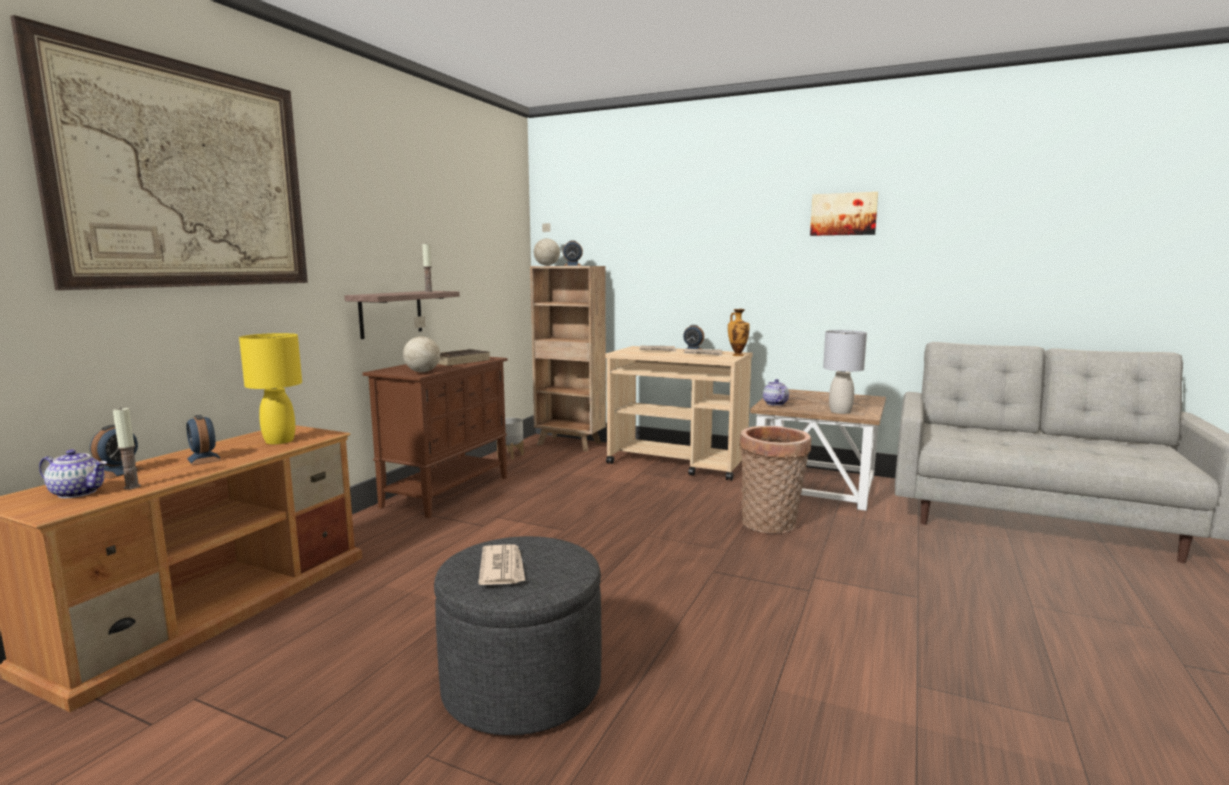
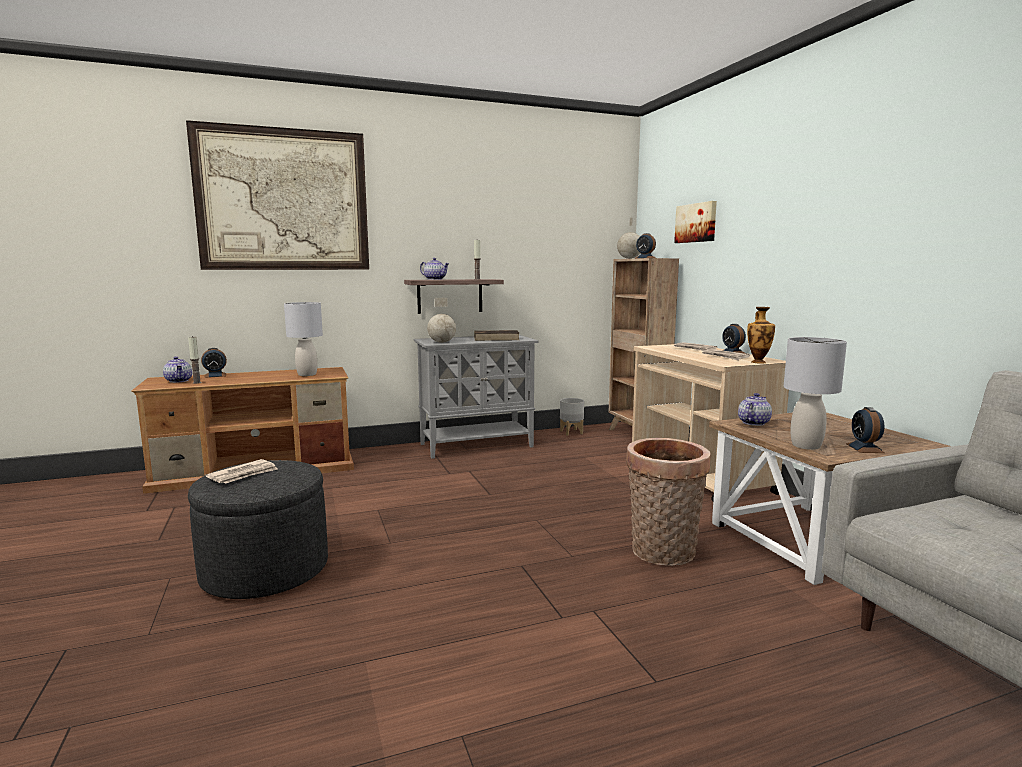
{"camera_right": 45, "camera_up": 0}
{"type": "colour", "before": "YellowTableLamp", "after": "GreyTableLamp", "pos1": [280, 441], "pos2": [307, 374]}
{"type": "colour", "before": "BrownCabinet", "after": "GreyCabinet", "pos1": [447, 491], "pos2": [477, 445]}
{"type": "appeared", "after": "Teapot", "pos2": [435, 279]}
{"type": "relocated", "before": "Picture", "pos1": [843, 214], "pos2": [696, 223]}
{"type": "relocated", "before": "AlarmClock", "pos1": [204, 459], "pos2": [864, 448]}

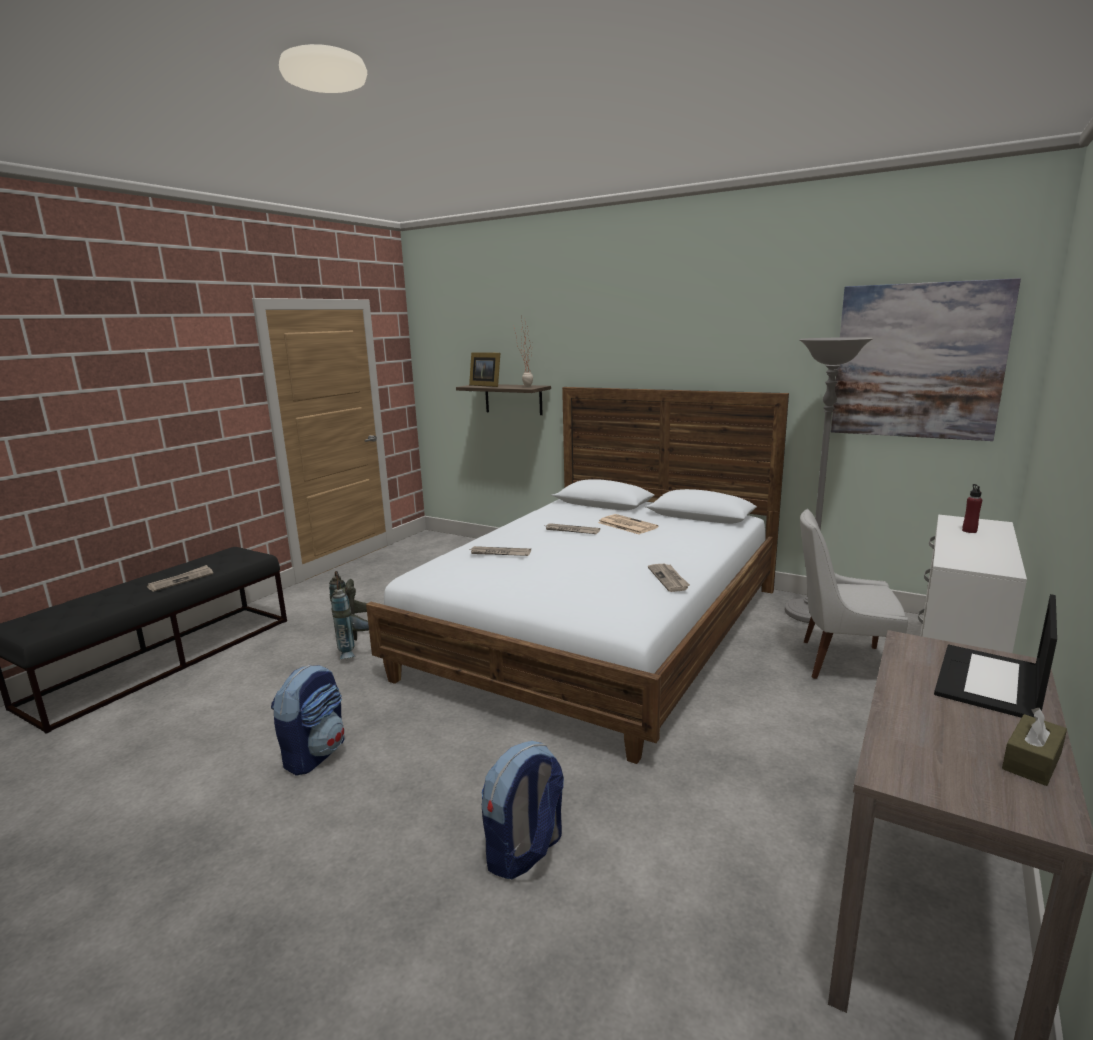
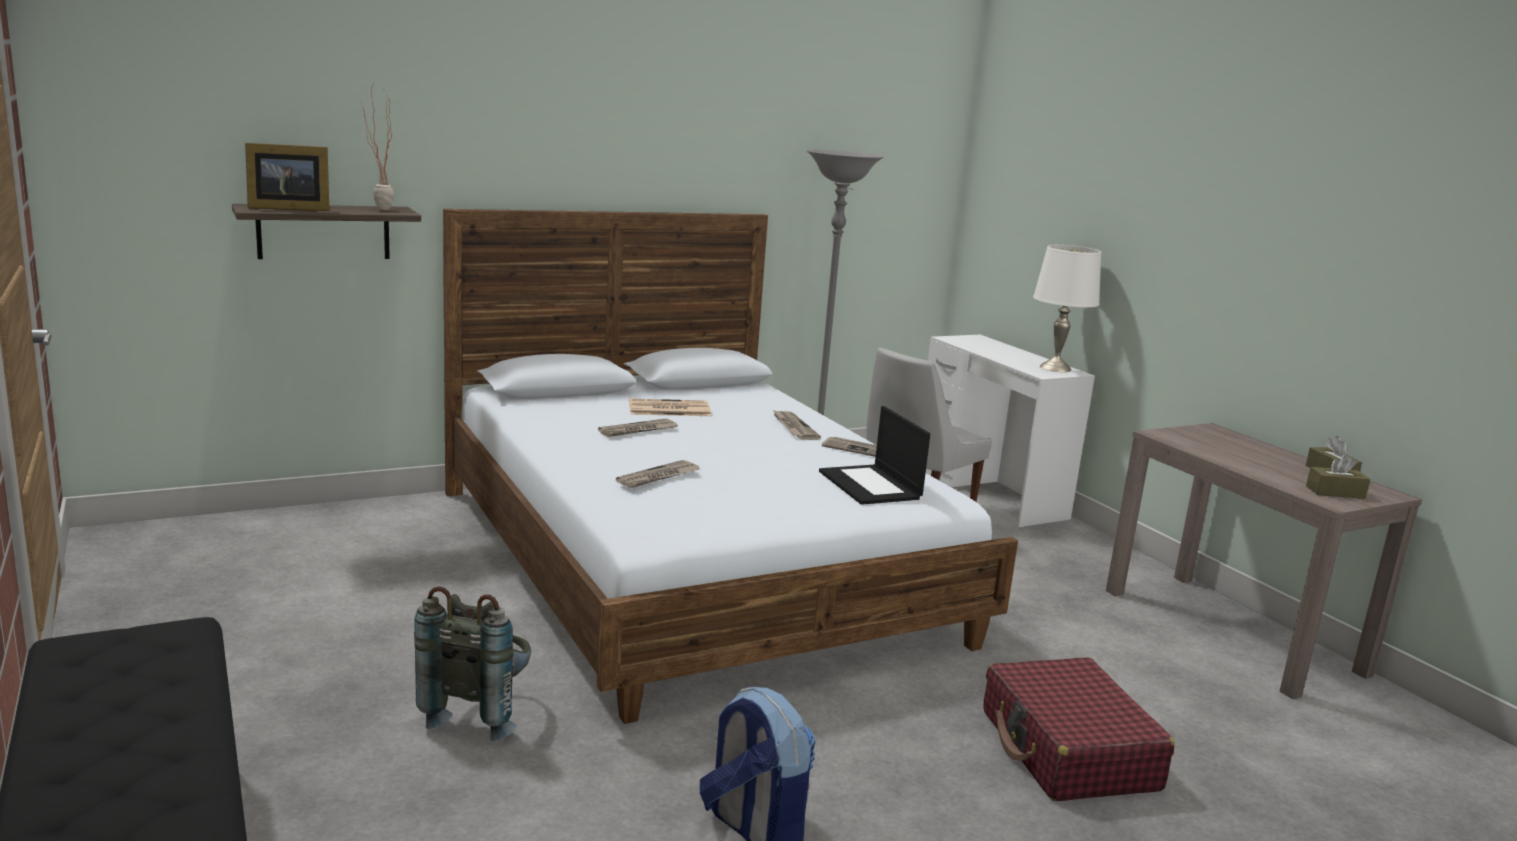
{"camera_right": -60, "camera_up": 0}
{"type": "relocated", "before": "Newspaper", "pos1": [181, 580], "pos2": [793, 427]}
{"type": "relocated", "before": "Laptop", "pos1": [990, 682], "pos2": [871, 485]}
{"type": "exchanged", "before": "Backpack", "after": "RedSuitcase", "pos1": [525, 852], "pos2": [1068, 750]}
{"type": "appeared", "after": "WhiteTableLamp", "pos2": [1054, 368]}
{"type": "appeared", "after": "BrownTissueBox", "pos2": [1335, 492]}
{"type": "missing", "before": "Picture", "pos1": [917, 361]}
{"type": "missing", "before": "RedBottle", "pos1": [969, 531]}

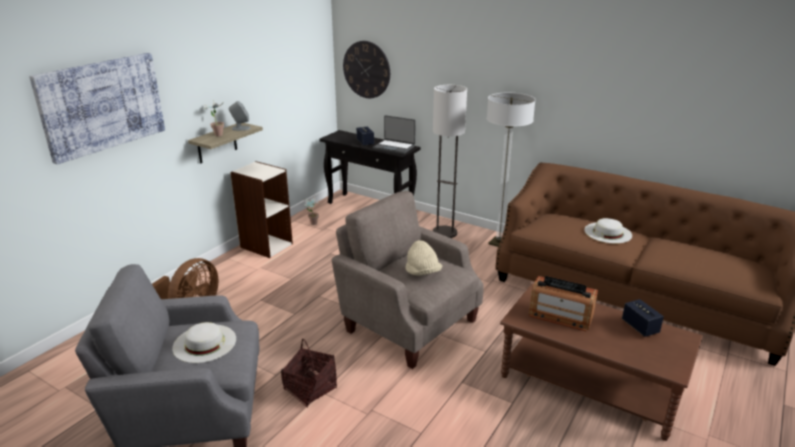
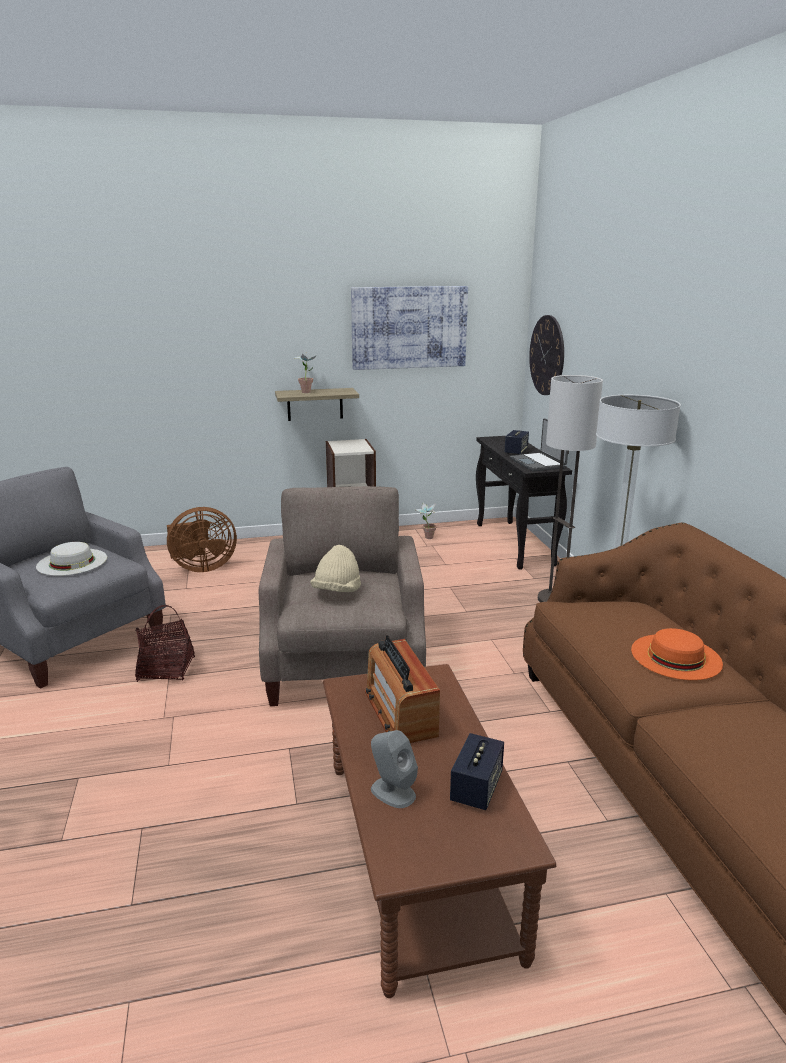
{"camera_right": 45, "camera_up": -5}
{"type": "relocated", "before": "Picture", "pos1": [101, 105], "pos2": [409, 327]}
{"type": "relocated", "before": "GreySpeaker", "pos1": [240, 128], "pos2": [392, 792]}
{"type": "colour", "before": "WhiteHat", "after": "OrangeHat", "pos1": [608, 232], "pos2": [676, 656]}

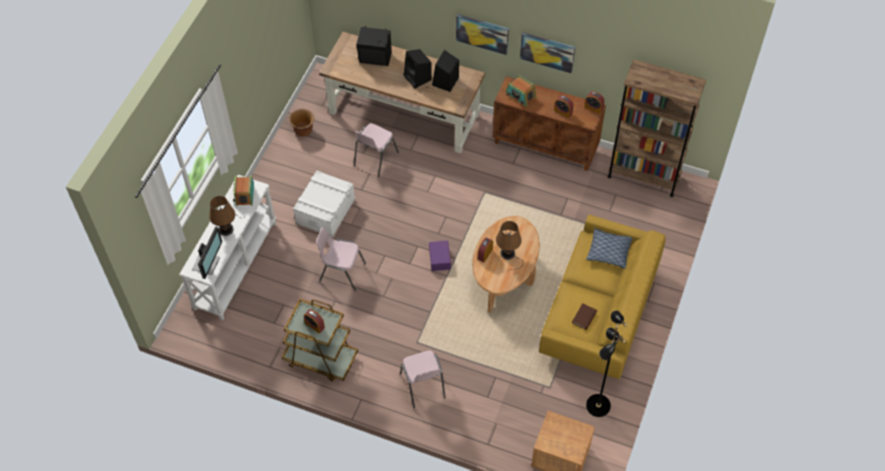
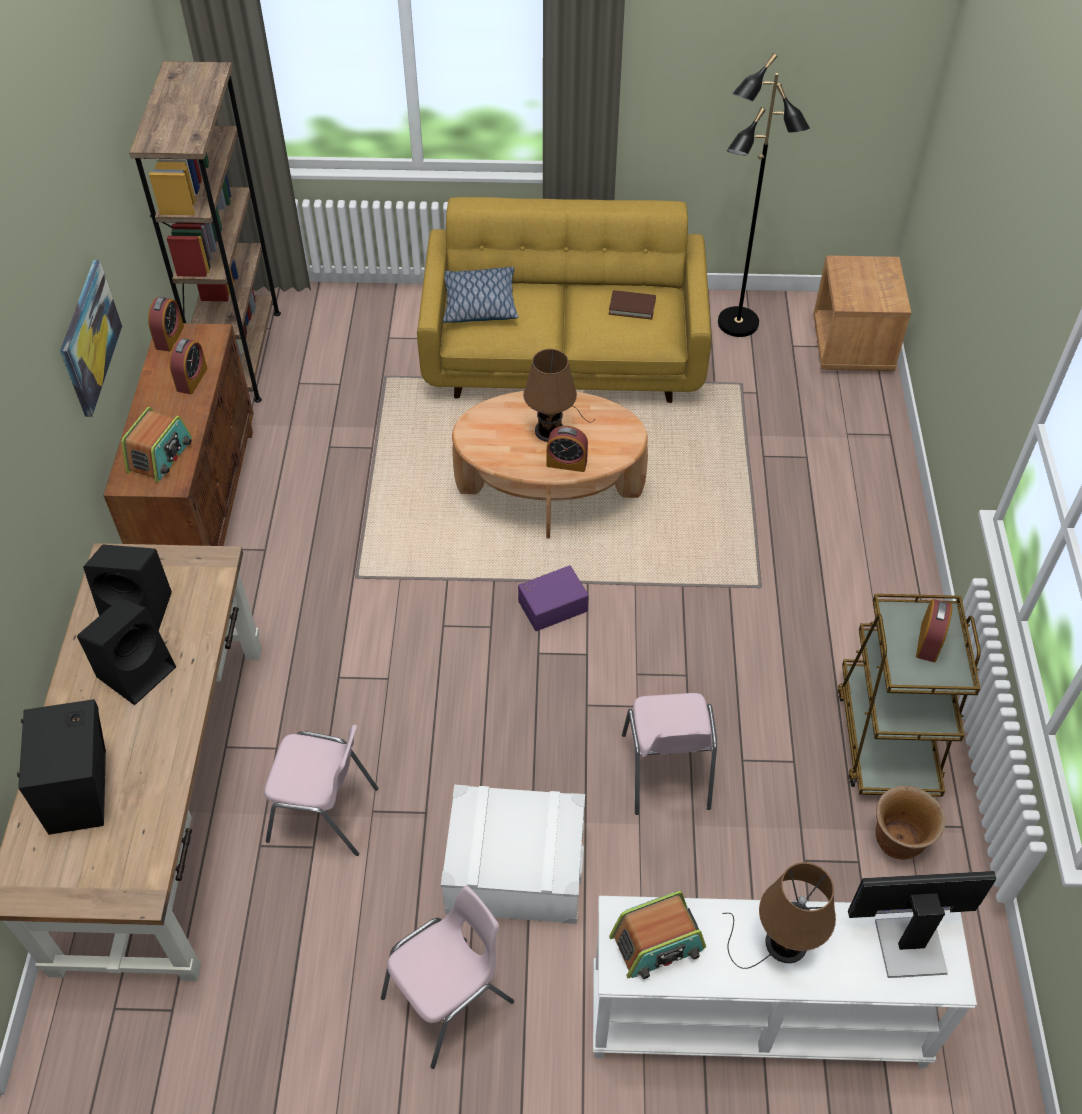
{"camera_right": -110, "camera_up": -5}
{"type": "relocated", "before": "PinkChair", "pos1": [423, 386], "pos2": [450, 1000]}
{"type": "relocated", "before": "BrownPlanter", "pos1": [303, 131], "pos2": [898, 841]}
{"type": "missing", "before": "Picture", "pos1": [482, 33]}

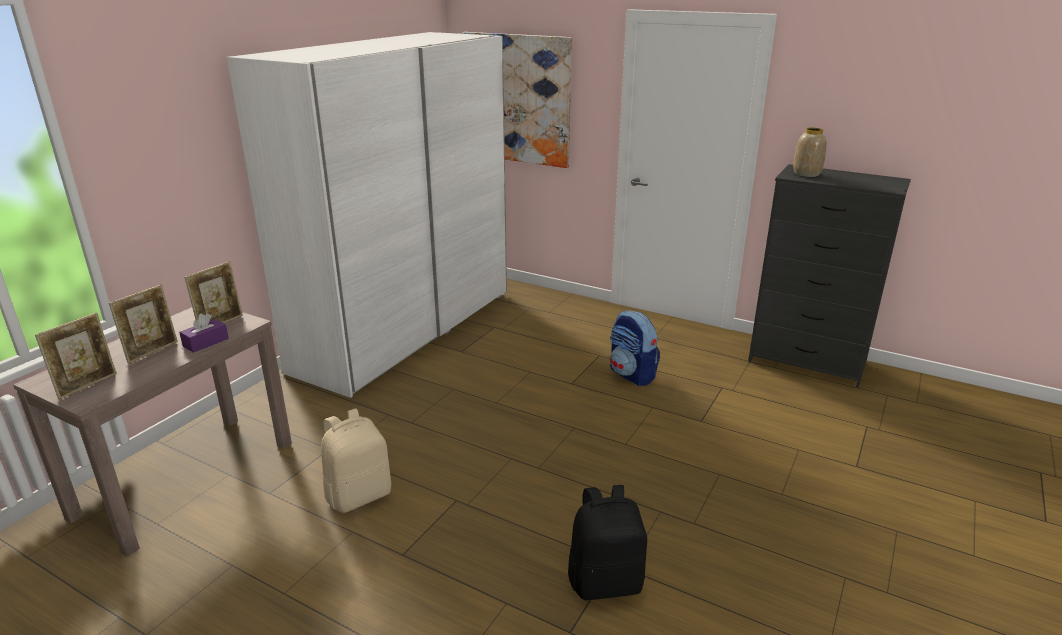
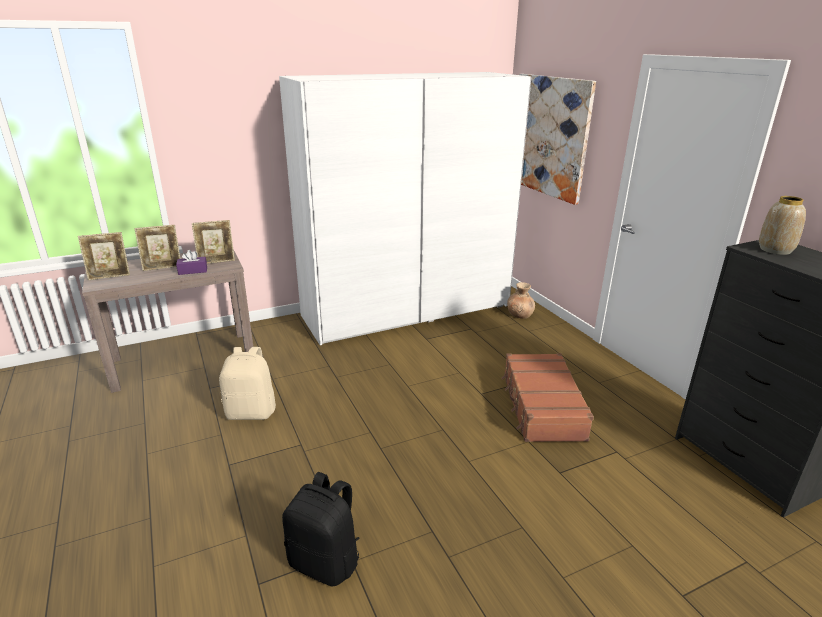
{"camera_right": 35, "camera_up": 0}
{"type": "exchanged", "before": "Backpack", "after": "BrownSuitcase", "pos1": [632, 375], "pos2": [541, 406]}
{"type": "appeared", "after": "BrownVase", "pos2": [520, 315]}

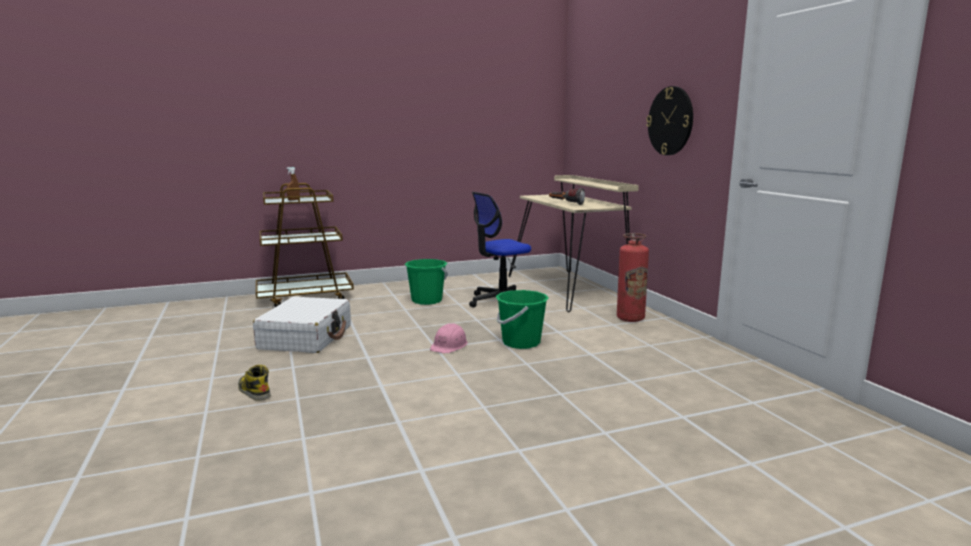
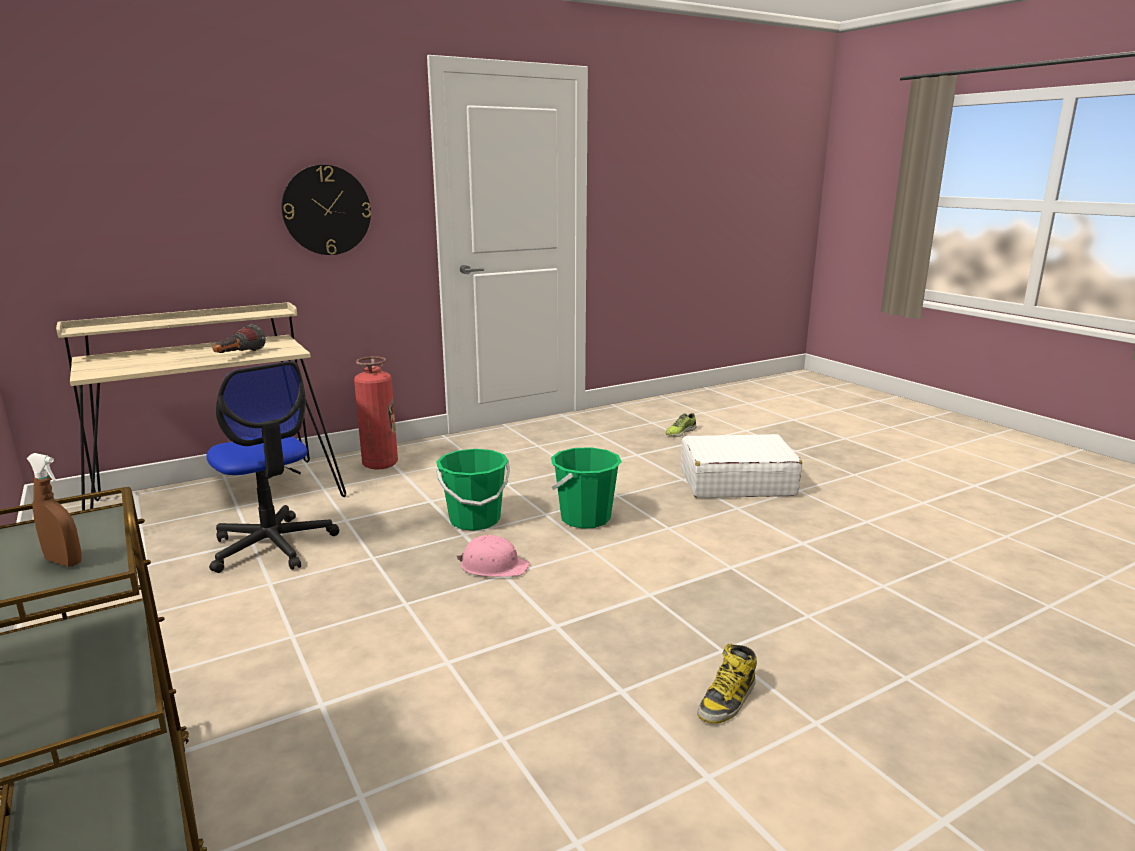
{"camera_right": -100, "camera_up": 5}
{"type": "relocated", "before": "GreenBucket", "pos1": [427, 300], "pos2": [585, 518]}
{"type": "appeared", "after": "Shoe", "pos2": [680, 432]}
{"type": "relocated", "before": "WhiteSuitcase", "pos1": [306, 337], "pos2": [736, 482]}

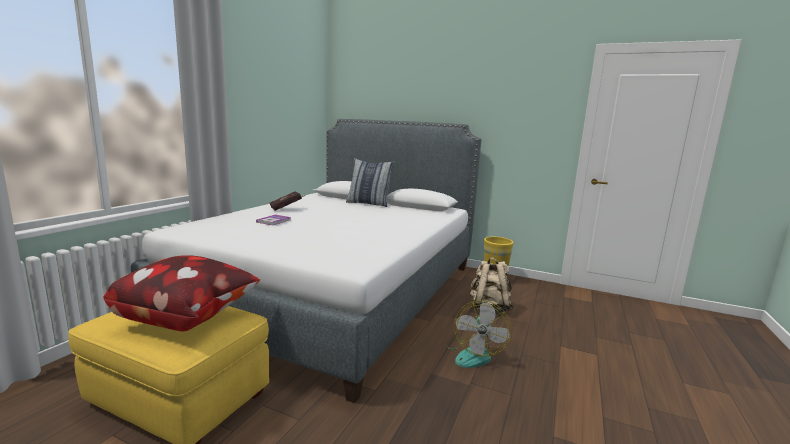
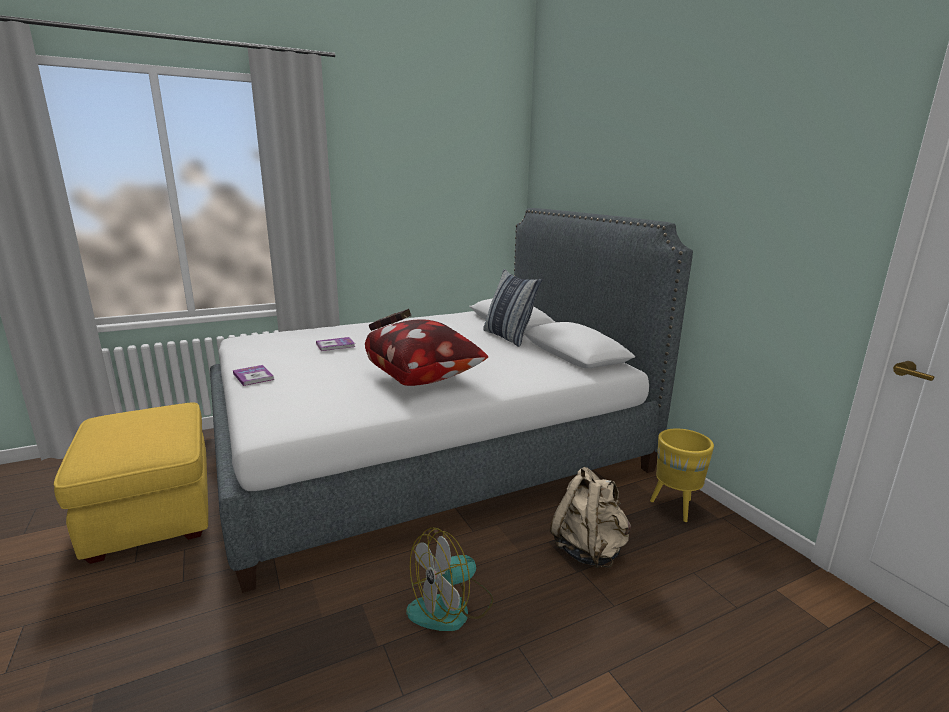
{"camera_right": 40, "camera_up": 5}
{"type": "appeared", "after": "Book", "pos2": [253, 376]}
{"type": "relocated", "before": "Pillow", "pos1": [187, 317], "pos2": [423, 377]}

